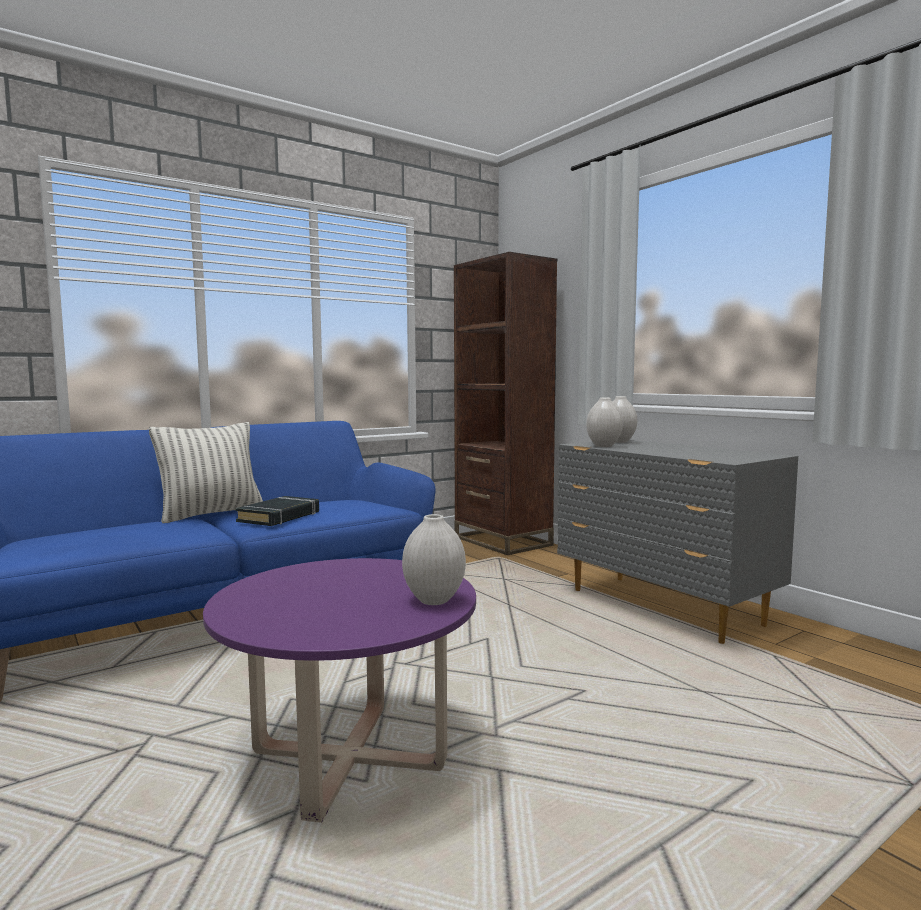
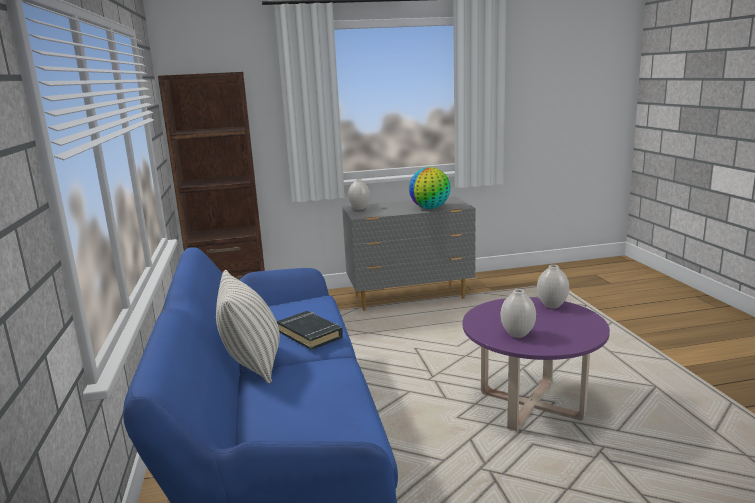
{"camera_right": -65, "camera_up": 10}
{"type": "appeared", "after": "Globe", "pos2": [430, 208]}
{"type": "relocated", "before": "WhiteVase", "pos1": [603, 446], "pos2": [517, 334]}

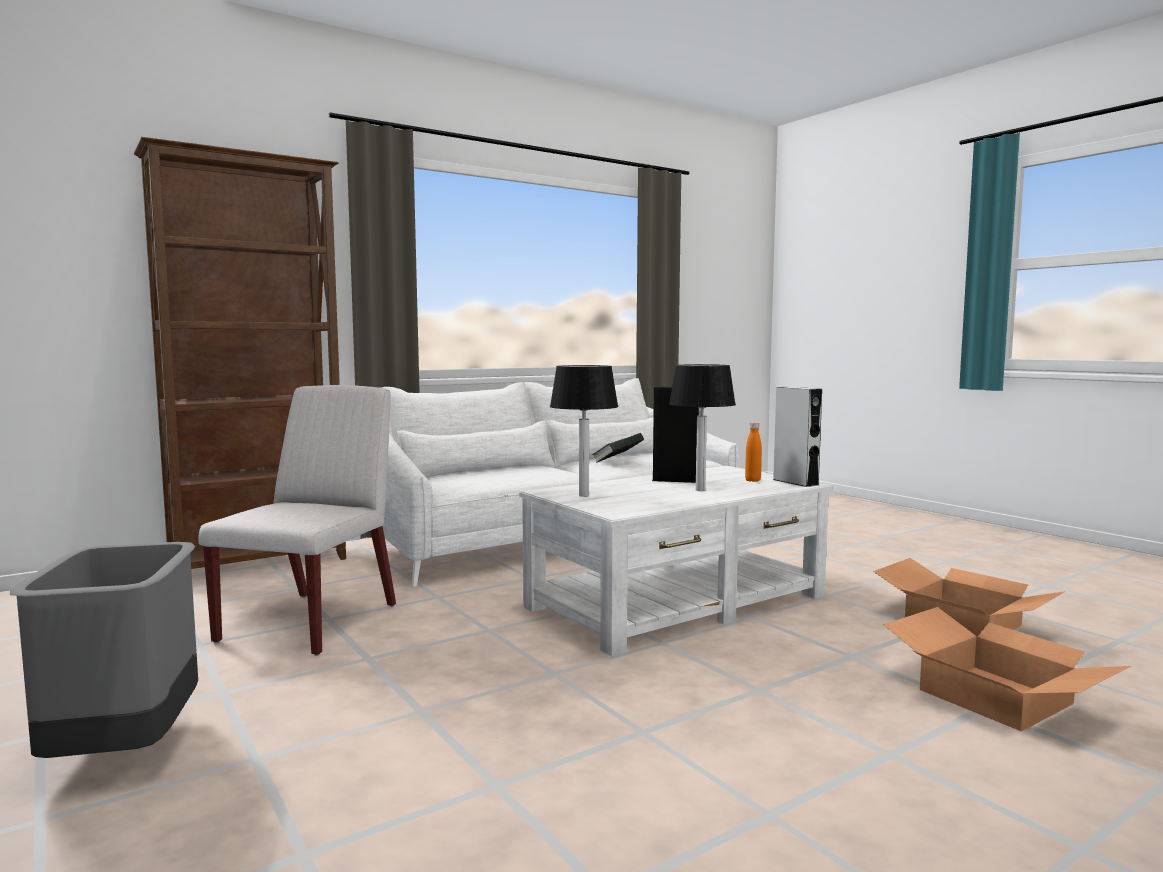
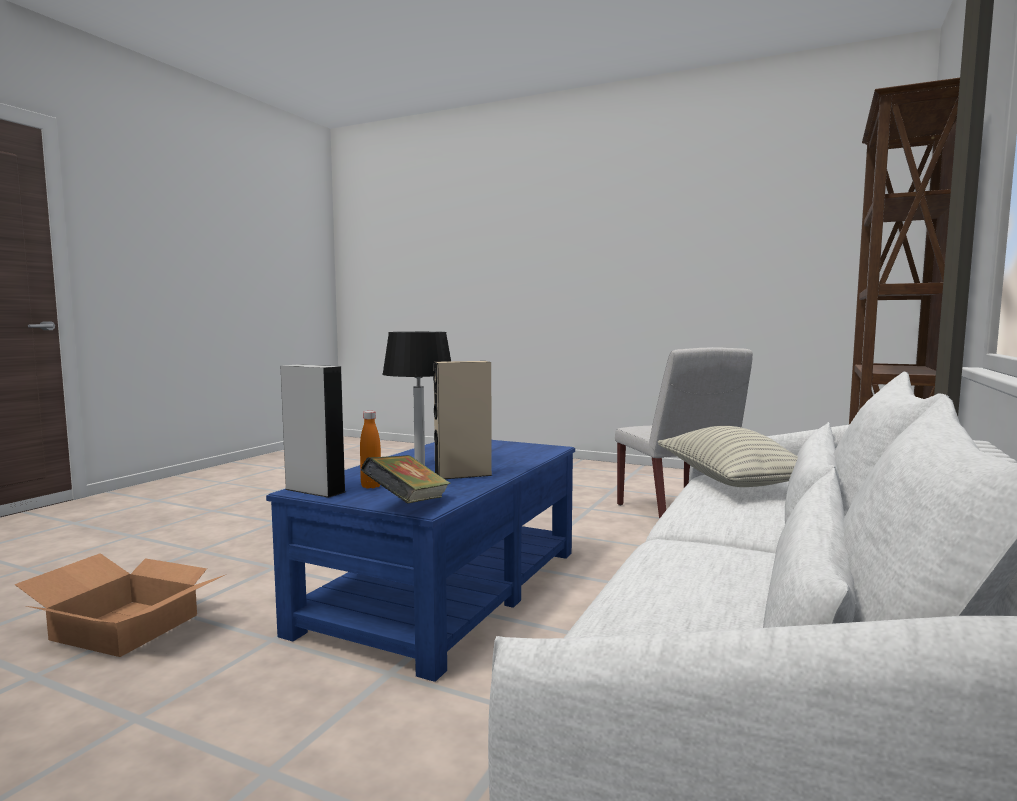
{"camera_right": 150, "camera_up": 0}
{"type": "colour", "before": "WhiteCoffeeTable", "after": "BlueCoffeeTable", "pos1": [679, 601], "pos2": [444, 589]}
{"type": "relocated", "before": "Book", "pos1": [617, 462], "pos2": [408, 505]}
{"type": "colour", "before": "BlackSpeaker", "after": "BeigeSpeaker", "pos1": [675, 480], "pos2": [463, 475]}
{"type": "appeared", "after": "Pillow", "pos2": [731, 481]}
{"type": "missing", "before": "GreyTrashCan", "pos1": [123, 749]}
{"type": "missing", "before": "TableLamp", "pos1": [583, 495]}
{"type": "missing", "before": "CardboardBox", "pos1": [998, 697]}

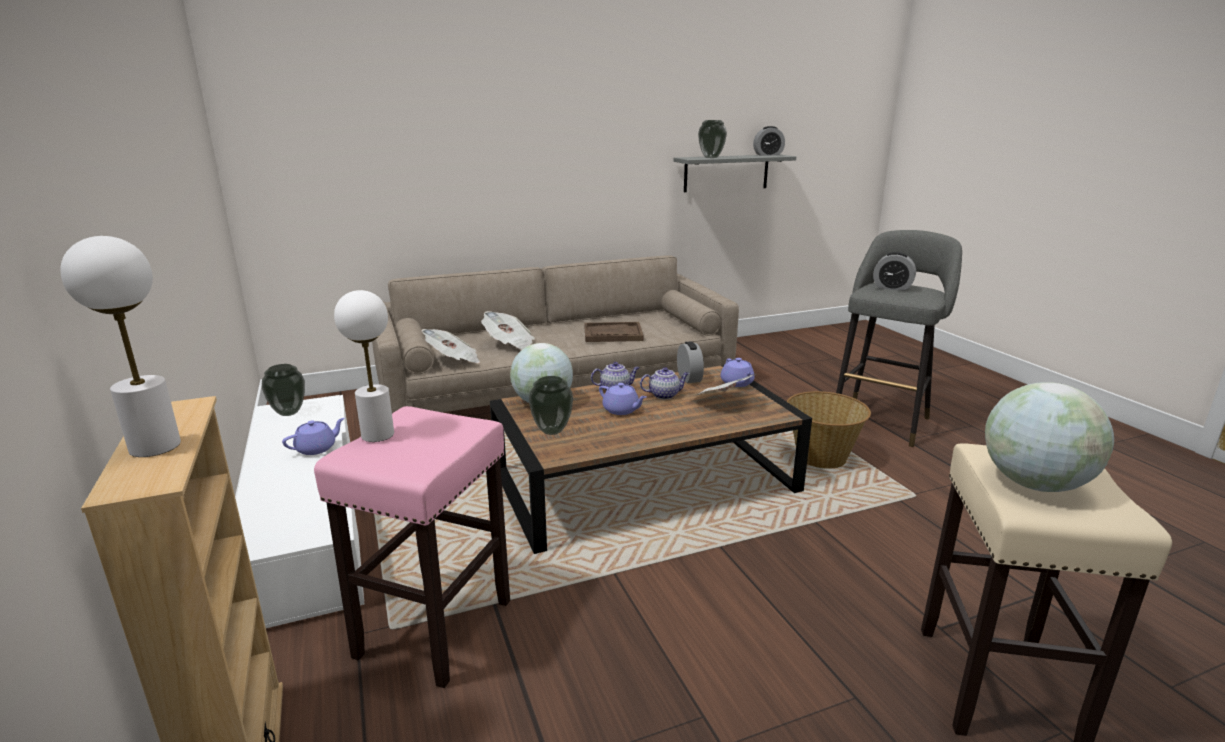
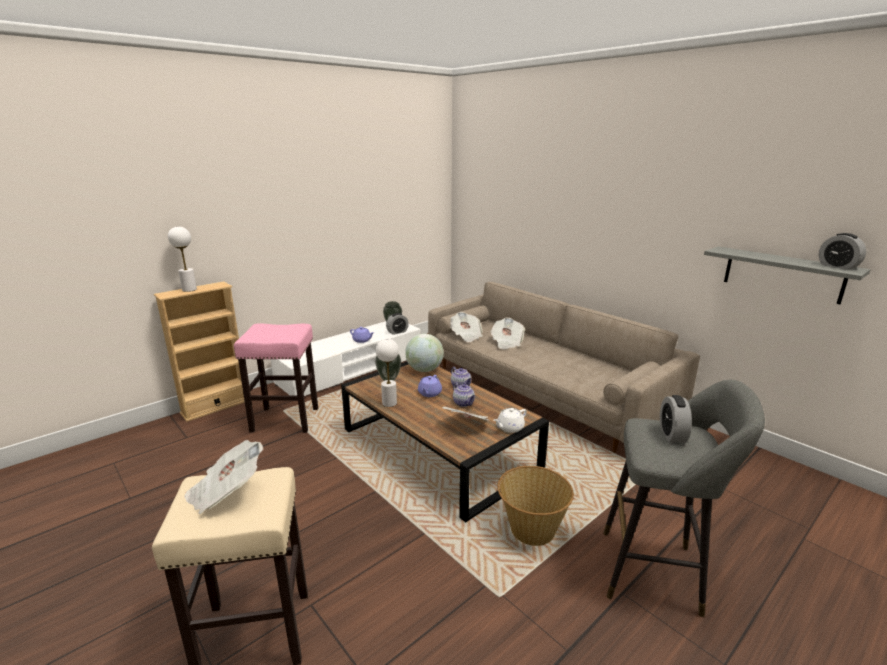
{"camera_right": 70, "camera_up": 0}
{"type": "exchanged", "before": "Globe", "after": "Newspaper", "pos1": [1034, 484], "pos2": [226, 492]}
{"type": "relocated", "before": "WhiteTableLamp", "pos1": [377, 435], "pos2": [389, 403]}
{"type": "relocated", "before": "AlarmClock", "pos1": [689, 378], "pos2": [397, 332]}
{"type": "colour", "before": "PurpleTeapot", "after": "WhiteTeapot", "pos1": [737, 383], "pos2": [509, 428]}
{"type": "missing", "before": "BrownTray", "pos1": [612, 334]}
{"type": "missing", "before": "Vase", "pos1": [711, 157]}

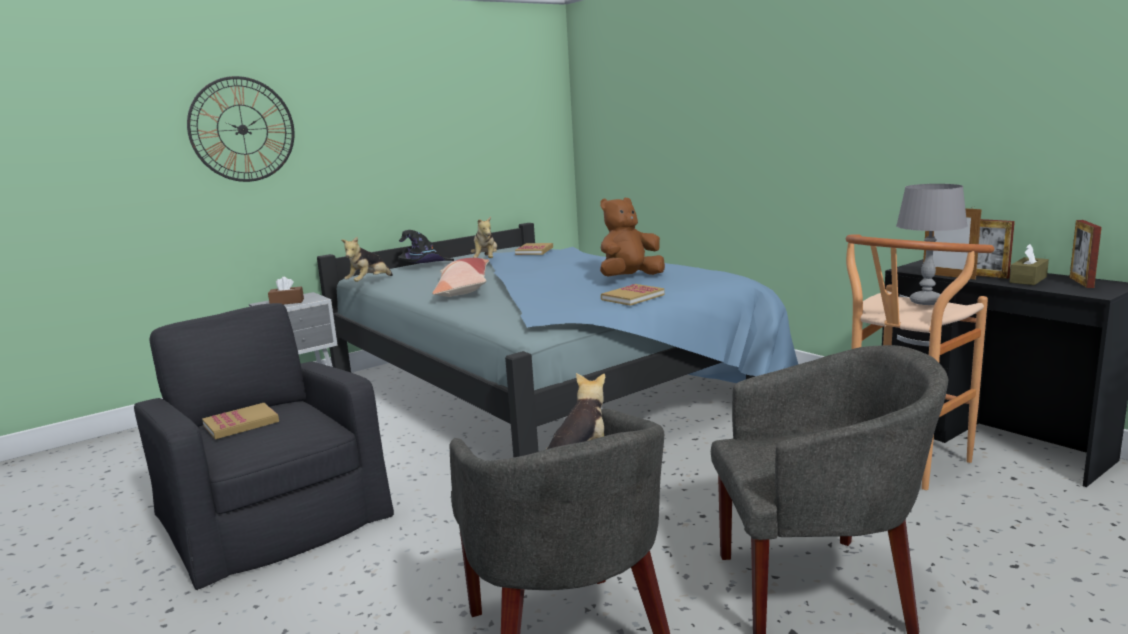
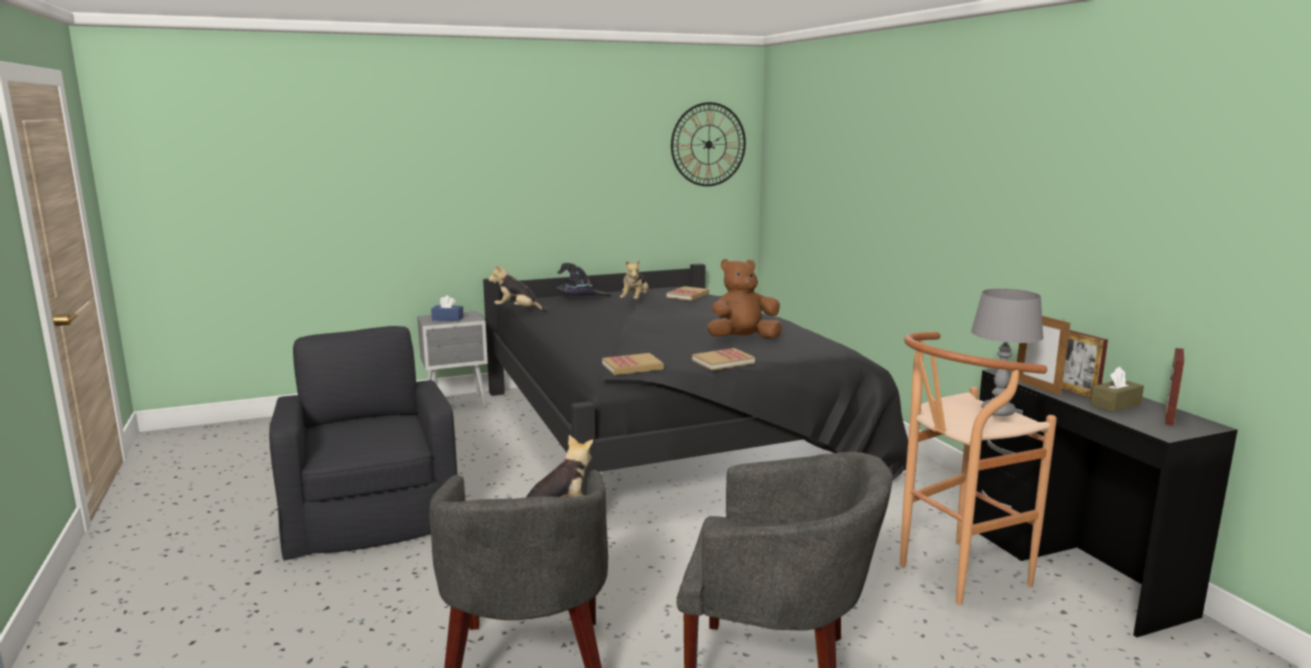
{"camera_right": 15, "camera_up": 0}
{"type": "colour", "before": "BrownTissueBox", "after": "BlueTissueBox", "pos1": [287, 302], "pos2": [447, 319]}
{"type": "colour", "before": "BlueBed", "after": "BlackBed", "pos1": [548, 387], "pos2": [670, 433]}
{"type": "spun", "before": "PlushToy", "pos1": [369, 283], "pos2": [518, 310], "turn": 60}
{"type": "relocated", "before": "Book", "pos1": [241, 424], "pos2": [632, 367]}
{"type": "relocated", "before": "WallClock", "pos1": [242, 129], "pos2": [708, 144]}
{"type": "missing", "before": "Pillow", "pos1": [463, 289]}

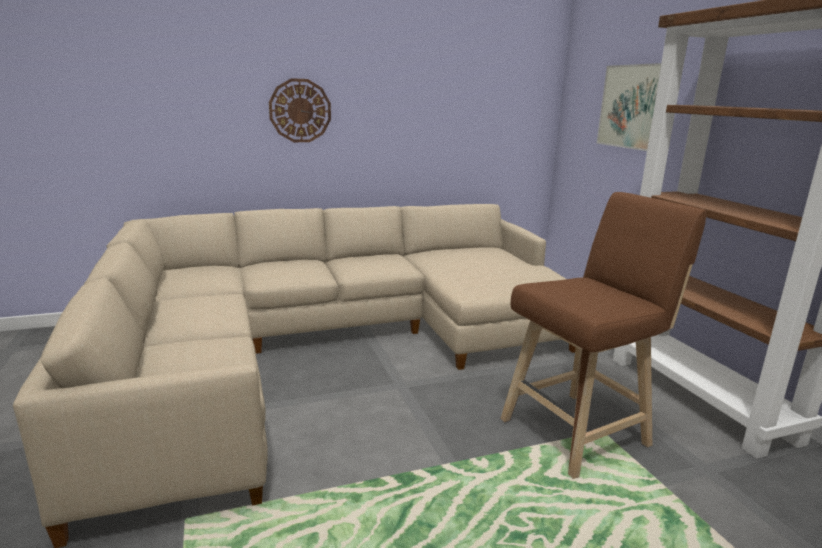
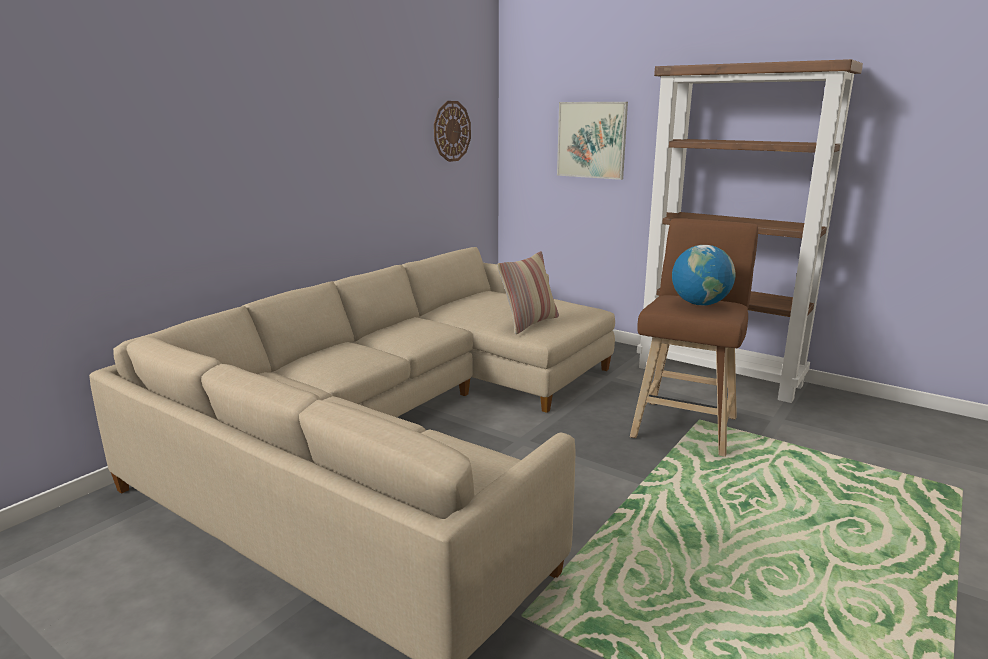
{"camera_right": -35, "camera_up": 0}
{"type": "relocated", "before": "WallClock", "pos1": [300, 111], "pos2": [451, 131]}
{"type": "appeared", "after": "Pillow", "pos2": [529, 323]}
{"type": "appeared", "after": "Globe", "pos2": [700, 304]}

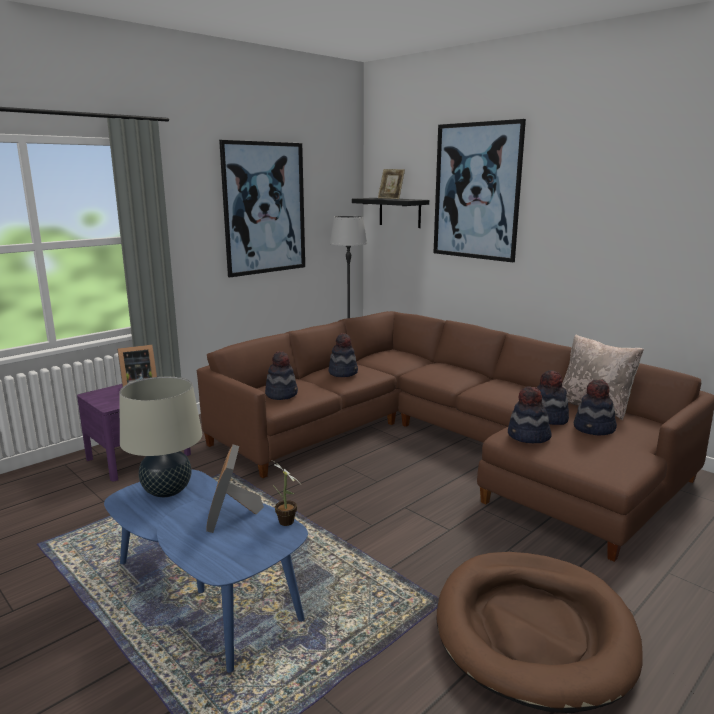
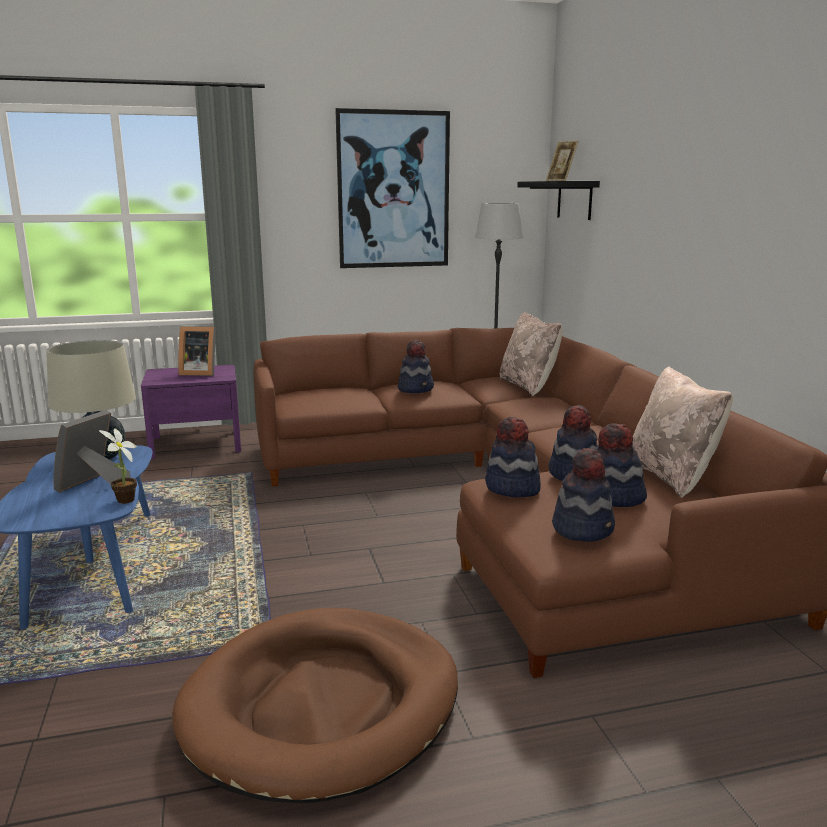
{"camera_right": 30, "camera_up": 0}
{"type": "appeared", "after": "BeigePillow", "pos2": [528, 386]}
{"type": "relocated", "before": "Hat", "pos1": [281, 394], "pos2": [583, 528]}
{"type": "missing", "before": "Picture", "pos1": [476, 191]}

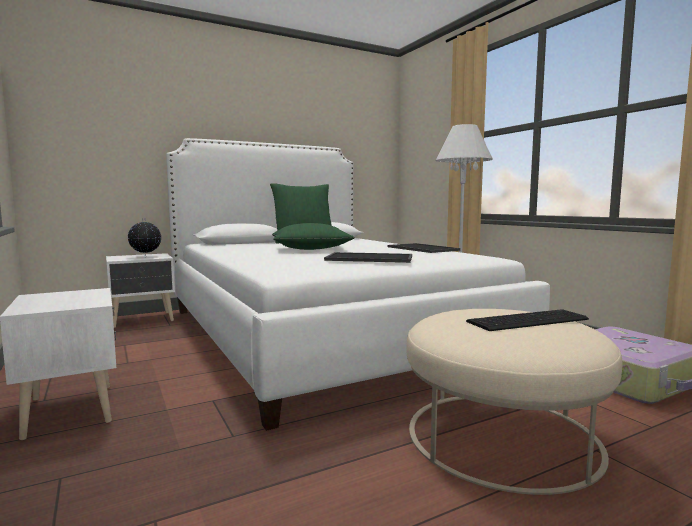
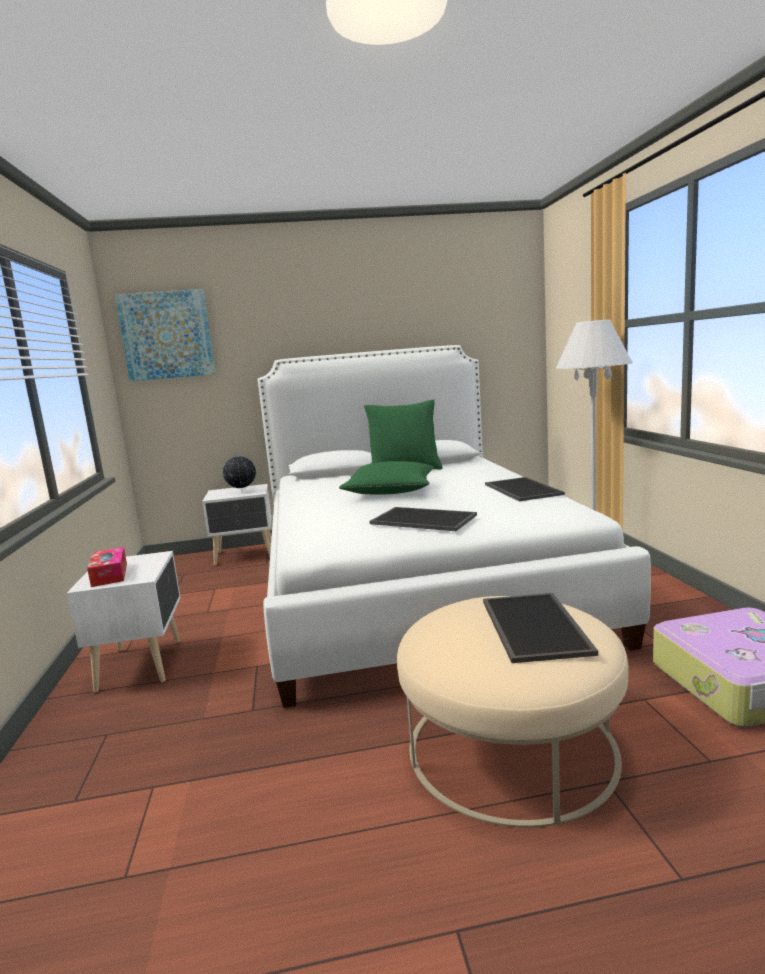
{"camera_right": 20, "camera_up": 5}
{"type": "appeared", "after": "TissueBox", "pos2": [109, 575]}
{"type": "appeared", "after": "Picture", "pos2": [167, 335]}
{"type": "exchanged", "before": "Keyboard", "after": "Tray", "pos1": [525, 320], "pos2": [531, 625]}

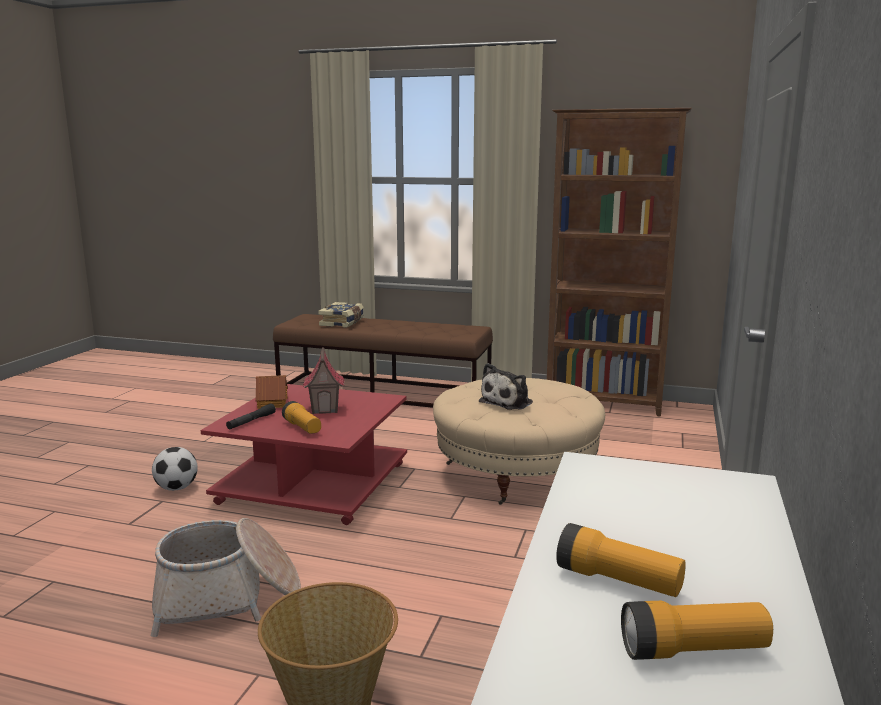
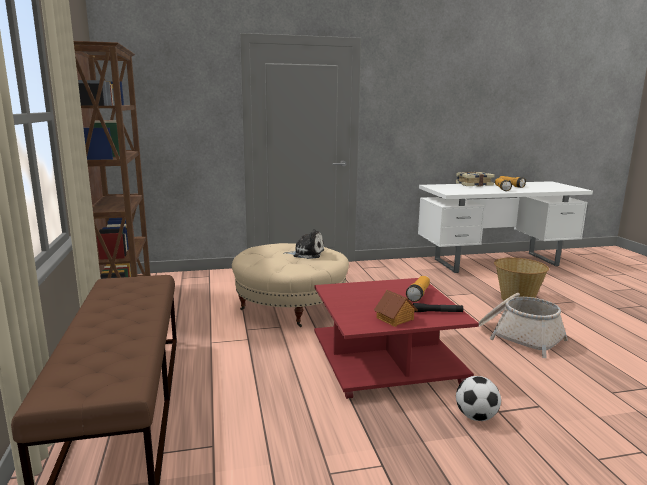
{"camera_right": -120, "camera_up": 0}
{"type": "relocated", "before": "Book", "pos1": [343, 323], "pos2": [473, 184]}
{"type": "missing", "before": "ToyHouse", "pos1": [325, 409]}

